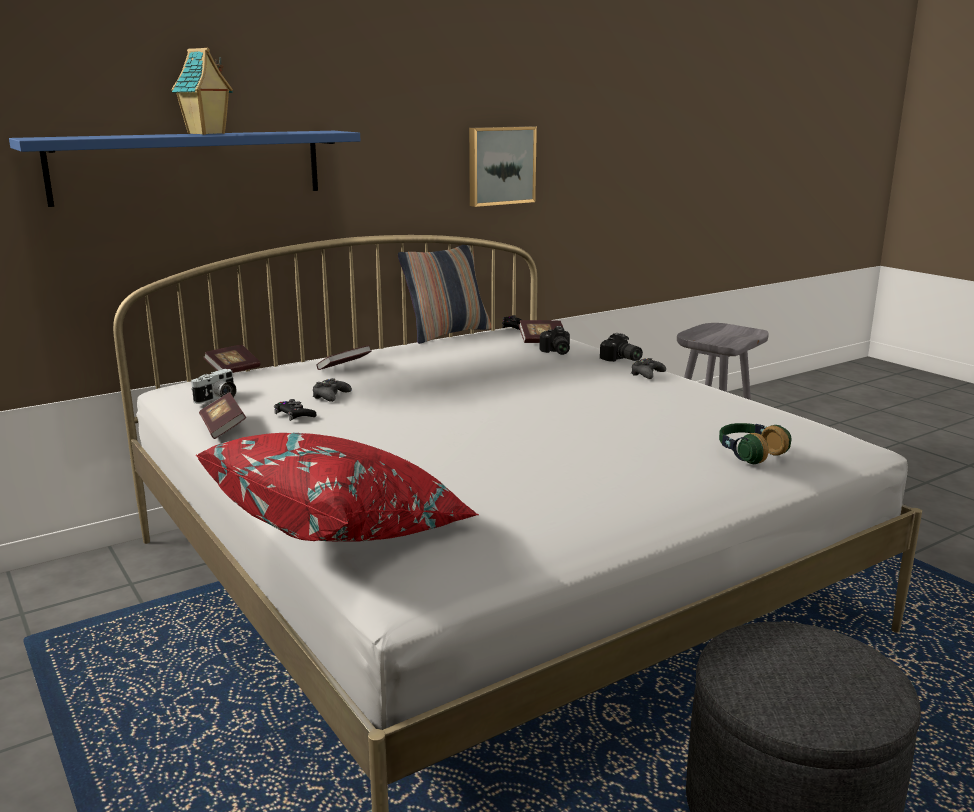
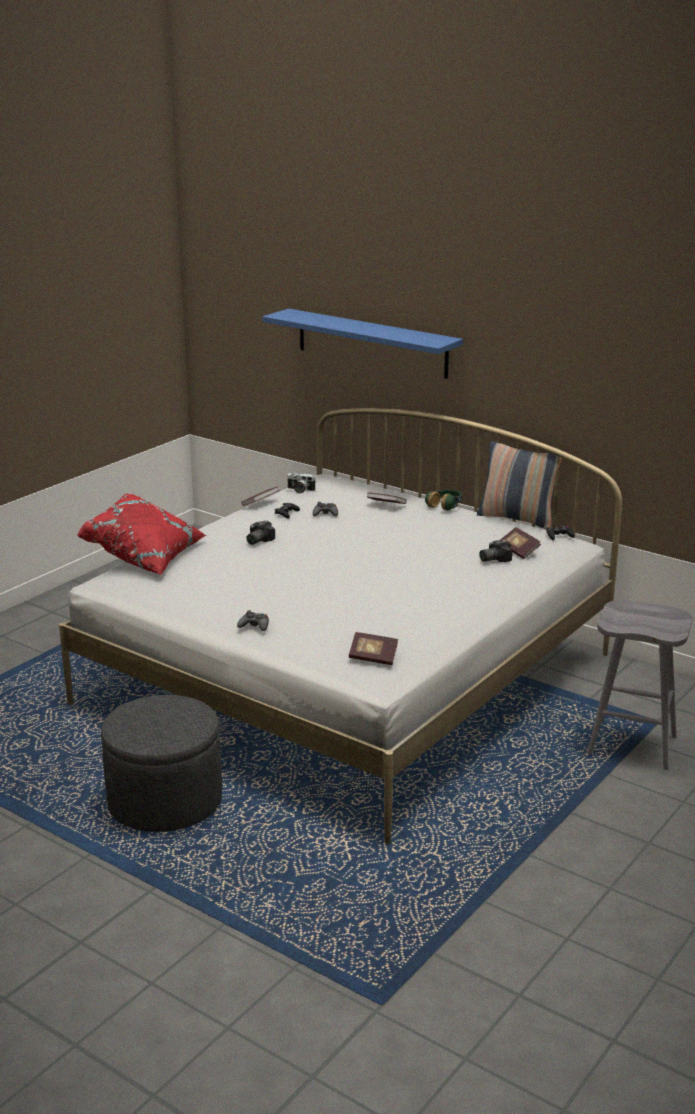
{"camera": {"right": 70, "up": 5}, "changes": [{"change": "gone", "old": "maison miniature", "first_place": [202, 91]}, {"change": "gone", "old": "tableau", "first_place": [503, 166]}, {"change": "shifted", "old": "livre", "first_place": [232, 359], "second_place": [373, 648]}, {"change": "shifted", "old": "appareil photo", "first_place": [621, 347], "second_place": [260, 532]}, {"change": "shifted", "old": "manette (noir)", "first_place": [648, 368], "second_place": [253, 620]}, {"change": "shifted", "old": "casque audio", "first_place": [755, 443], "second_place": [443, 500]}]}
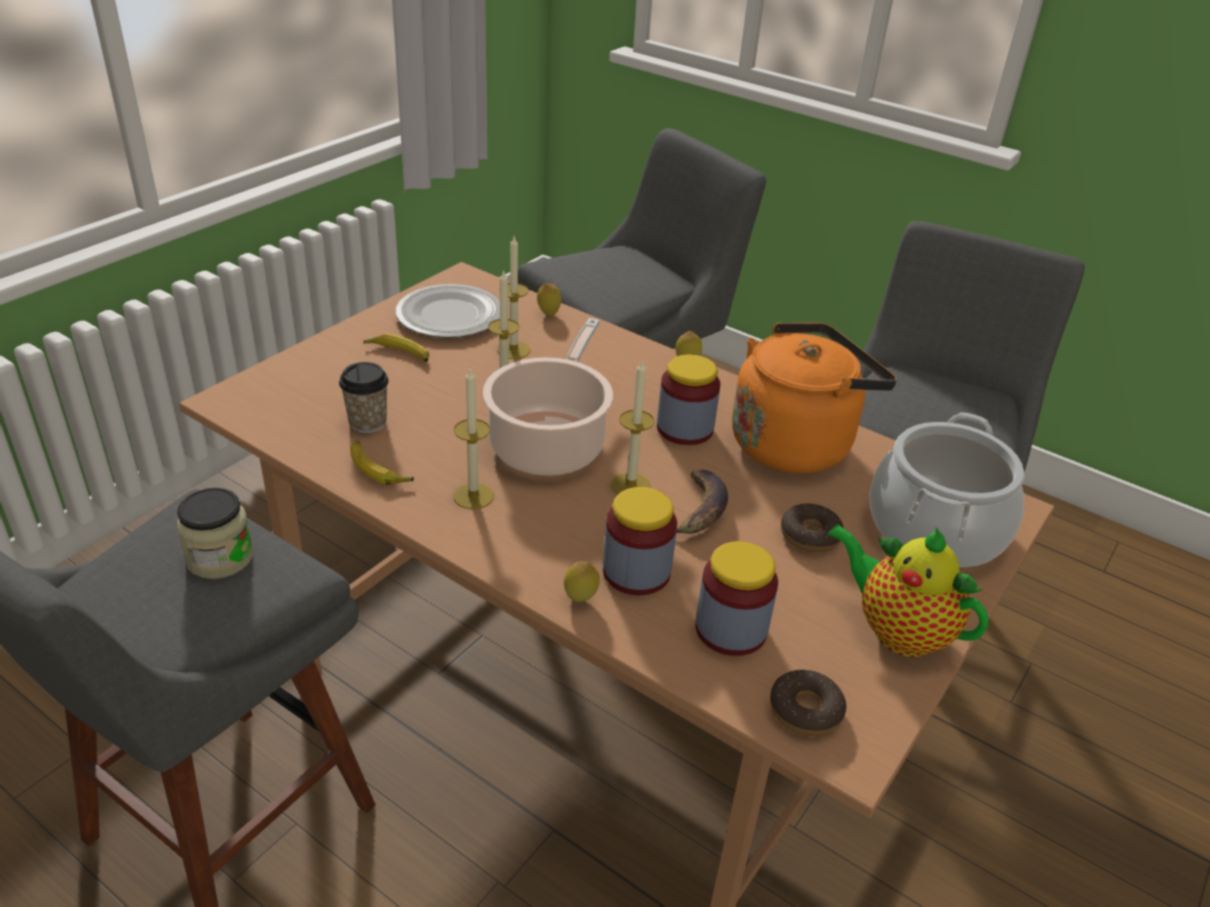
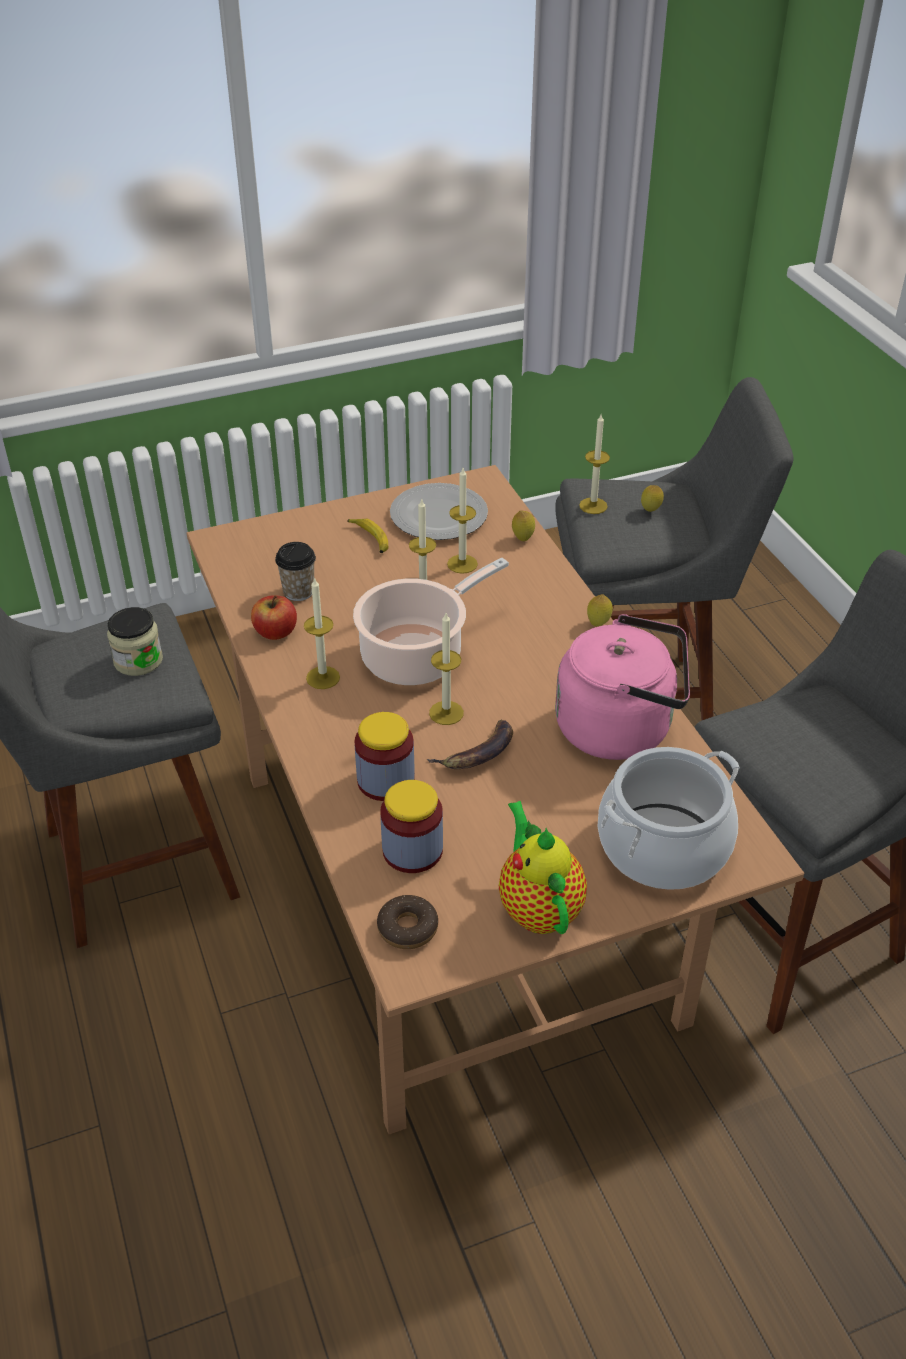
{"camera": {"right": 35, "up": 5}, "changes": [{"change": "gone", "old": "bocal", "first_place": [688, 399]}, {"change": "gone", "old": "beignet", "first_place": [812, 528]}, {"change": "new", "new": "bougie", "second_place": [594, 464]}, {"change": "shifted", "old": "citron", "first_place": [582, 581], "second_place": [652, 498]}, {"change": "swapped", "old": "banane", "new": "pomme", "first_place": [382, 463], "second_place": [274, 617]}, {"change": "repainted", "old": "bouilloire (orange)", "new": "bouilloire (rose)", "first_place": [814, 398], "second_place": [622, 687]}]}
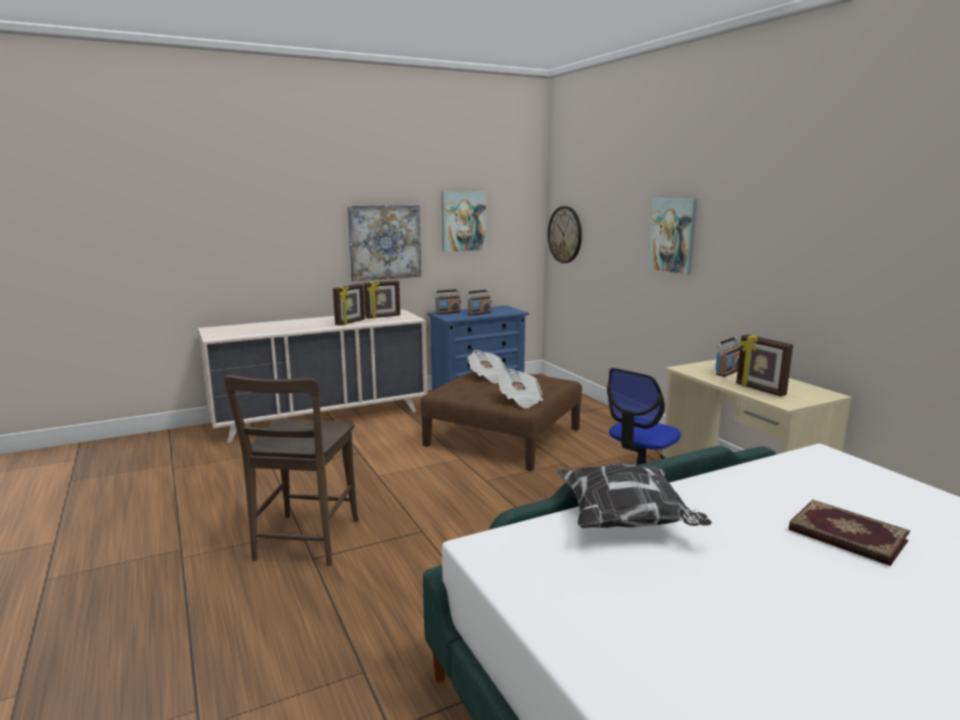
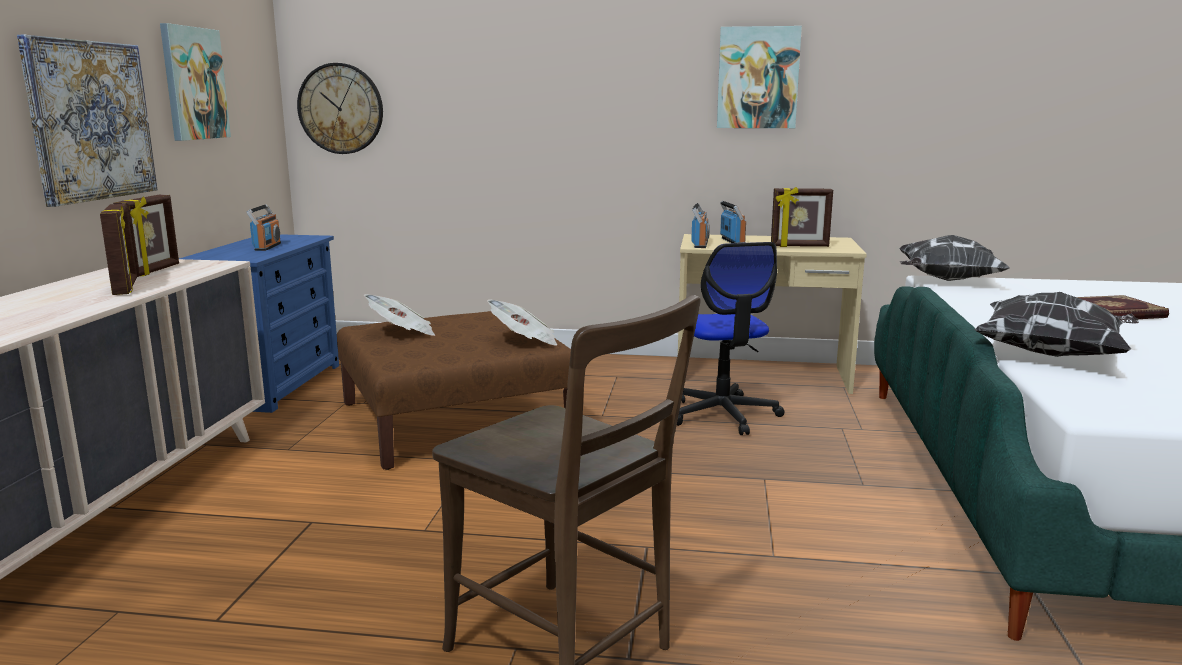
{"camera": {"right": -55, "up": 0}, "changes": [{"change": "new", "new": "coussin", "second_place": [954, 258]}, {"change": "shifted", "old": "radio", "first_place": [447, 301], "second_place": [700, 225]}, {"change": "shifted", "old": "tableau", "first_place": [672, 236], "second_place": [759, 77]}]}
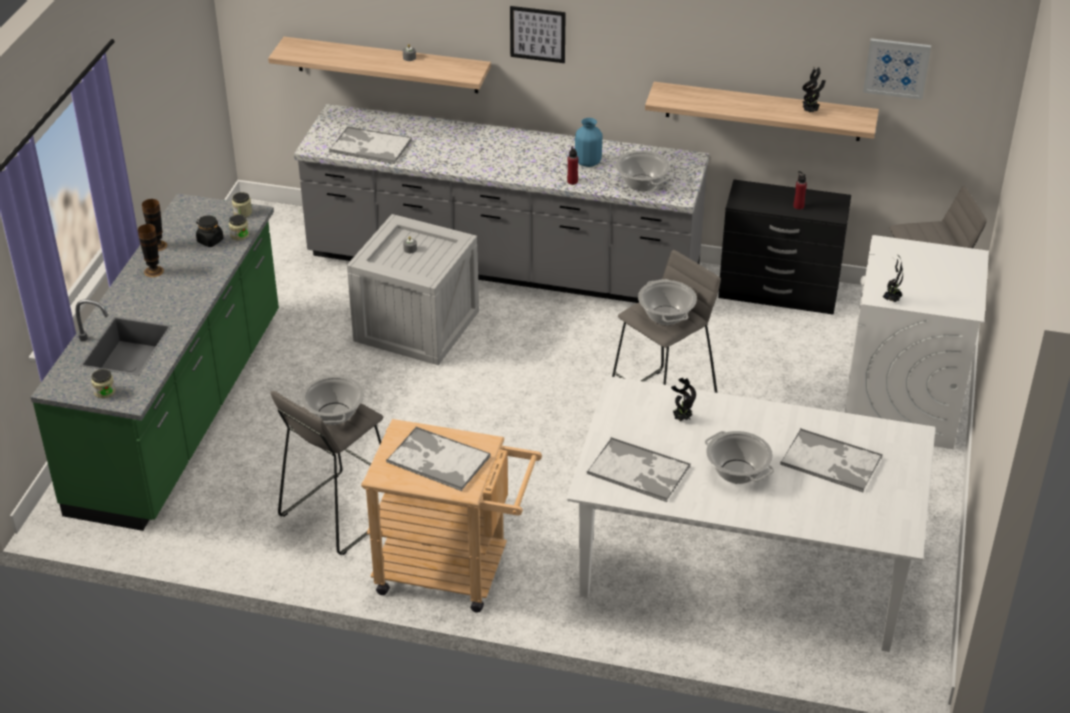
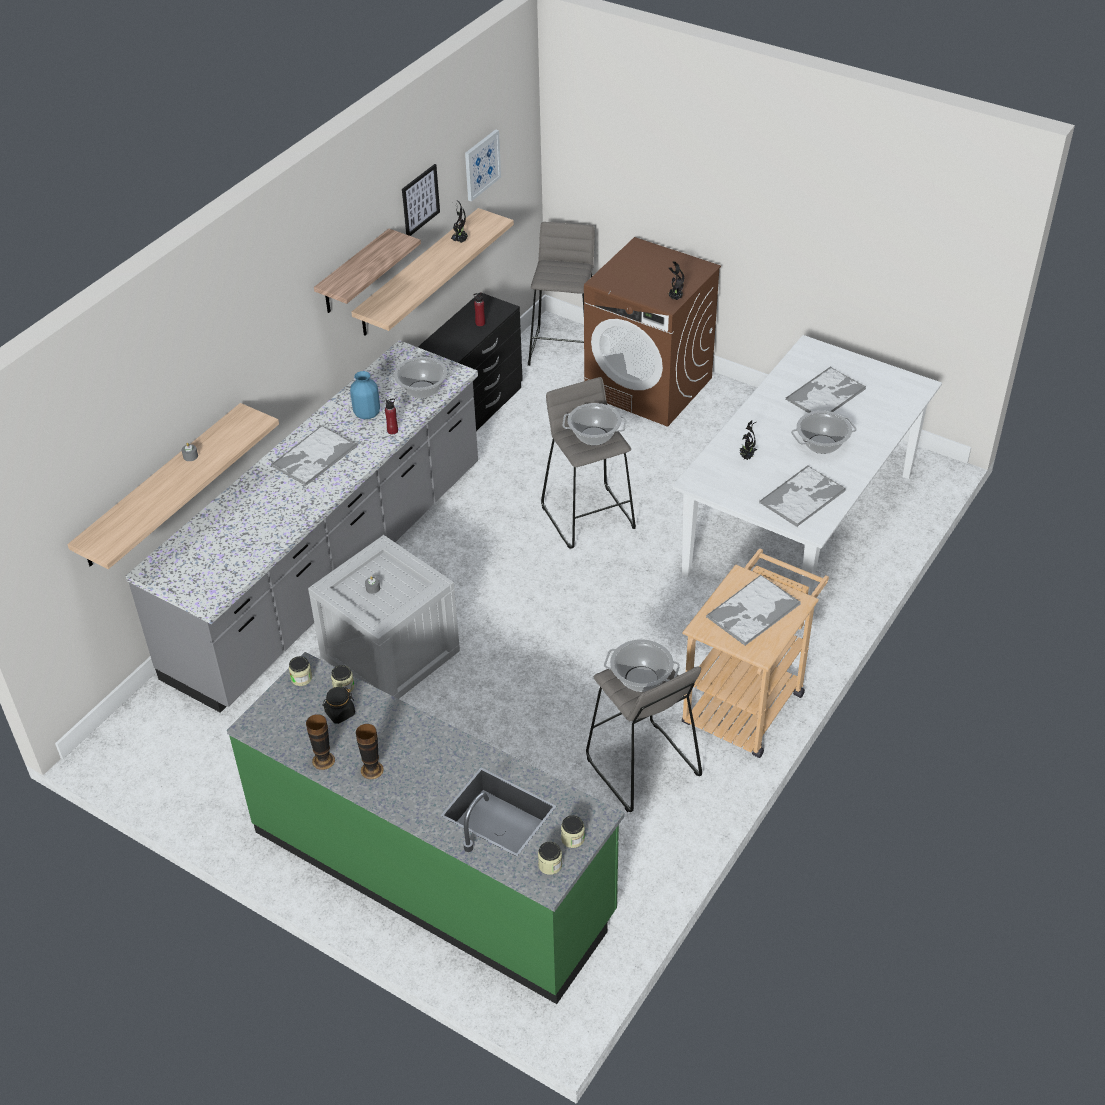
{"camera": {"right": -70, "up": 5}, "changes": [{"change": "new", "new": "étagère", "second_place": [367, 271]}, {"change": "new", "new": "bocal", "second_place": [550, 858]}, {"change": "shifted", "old": "plateau", "first_place": [370, 145], "second_place": [314, 456]}, {"change": "shifted", "old": "tableau", "first_place": [538, 34], "second_place": [421, 200]}, {"change": "repainted", "old": "lave-linge (blanc)", "new": "lave-linge (marron)", "first_place": [917, 342], "second_place": [652, 332]}]}
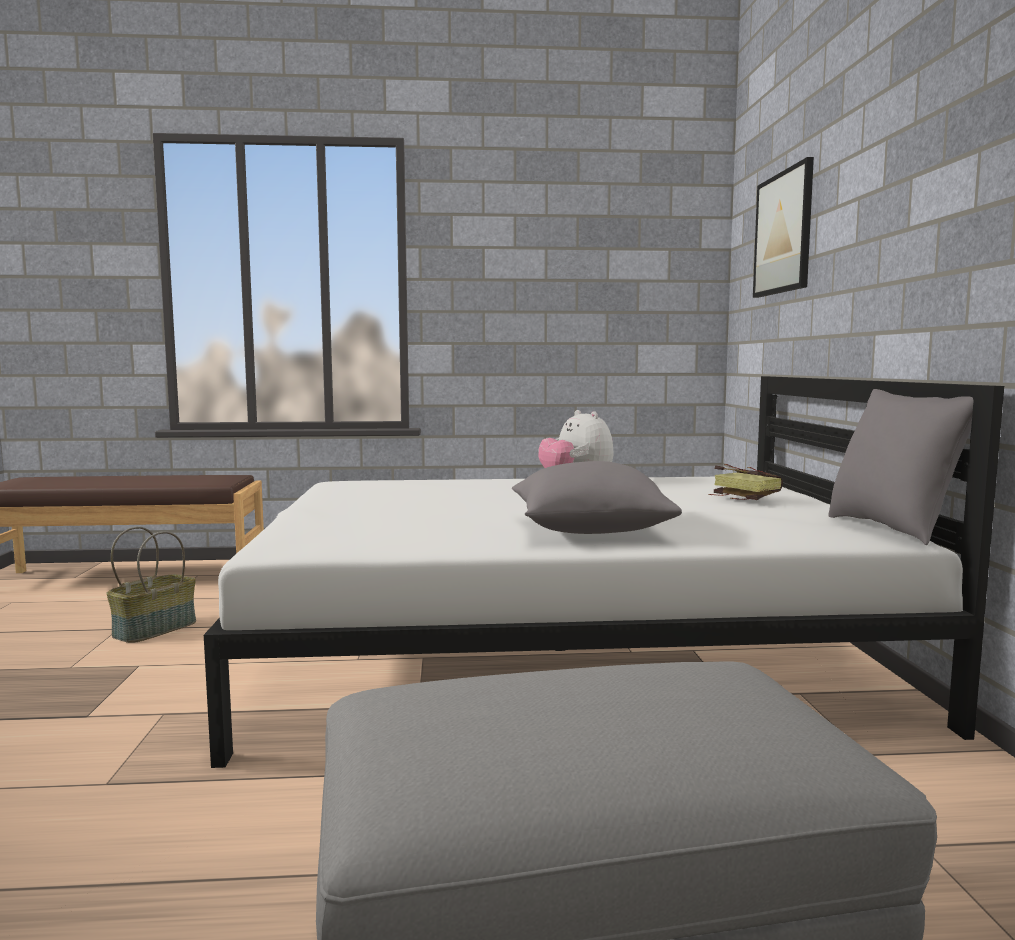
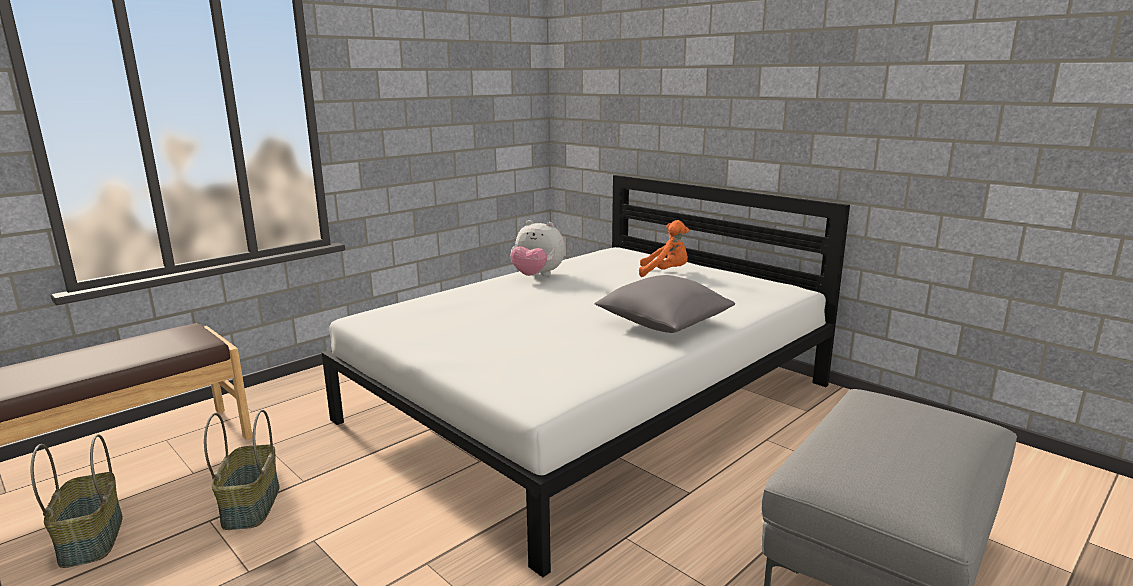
{"camera": {"right": -40, "up": 10}, "changes": [{"change": "gone", "old": "tableau", "first_place": [783, 227]}, {"change": "gone", "old": "coussin (gris)", "first_place": [900, 467]}, {"change": "new", "new": "panier", "second_place": [77, 501]}, {"change": "swapped", "old": "livre", "new": "peluche (orange)", "first_place": [746, 482], "second_place": [664, 248]}]}
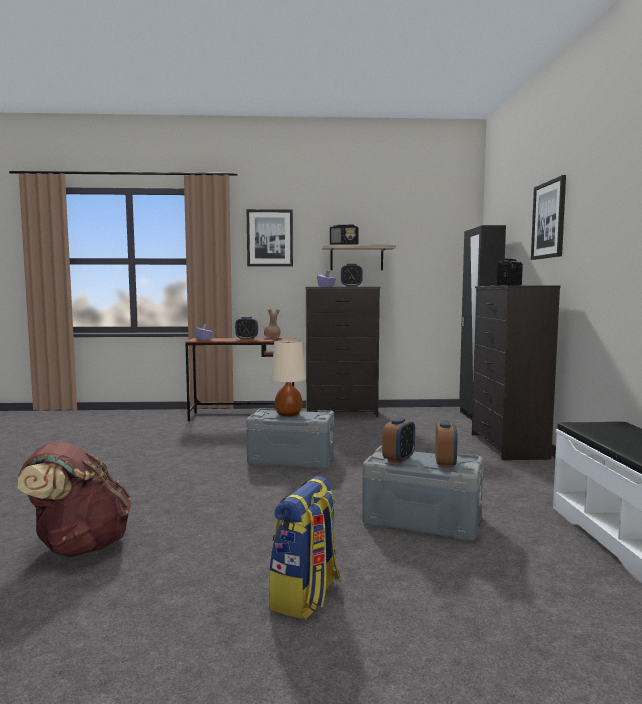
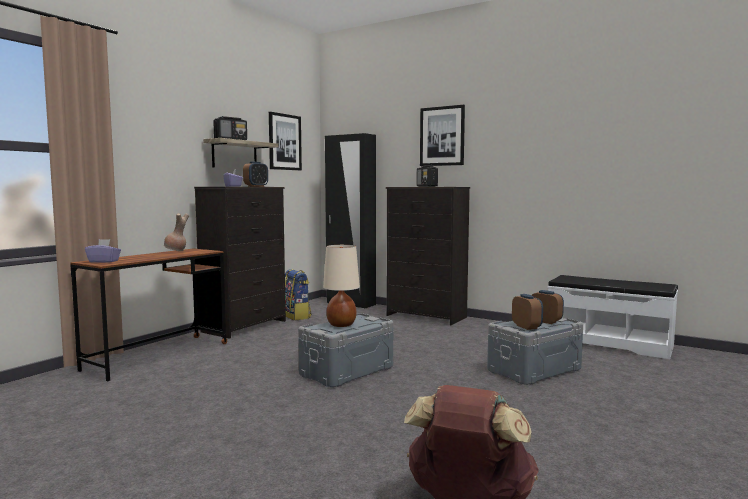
{"camera": {"right": -55, "up": 0}, "changes": [{"change": "gone", "old": "réveil", "first_place": [246, 328]}, {"change": "shifted", "old": "tableau", "first_place": [270, 237], "second_place": [285, 141]}, {"change": "shifted", "old": "sac à dos", "first_place": [304, 547], "second_place": [298, 295]}]}
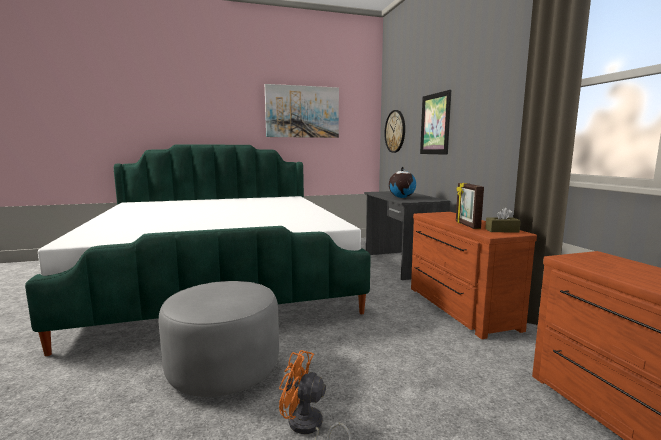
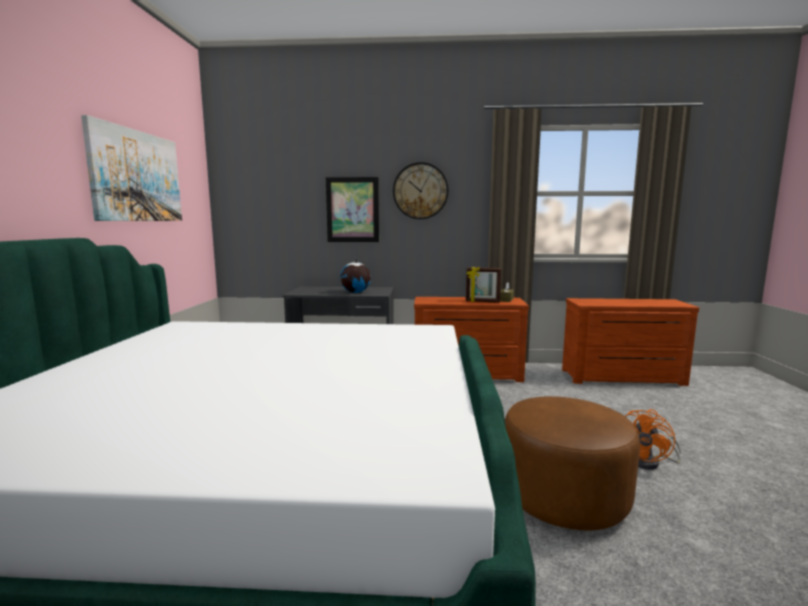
{"camera": {"right": -70, "up": 0}, "changes": [{"change": "shifted", "old": "horloge murale", "first_place": [394, 131], "second_place": [420, 190]}, {"change": "repainted", "old": "pouf (gris)", "new": "pouf (marron)", "first_place": [219, 339], "second_place": [572, 463]}]}
